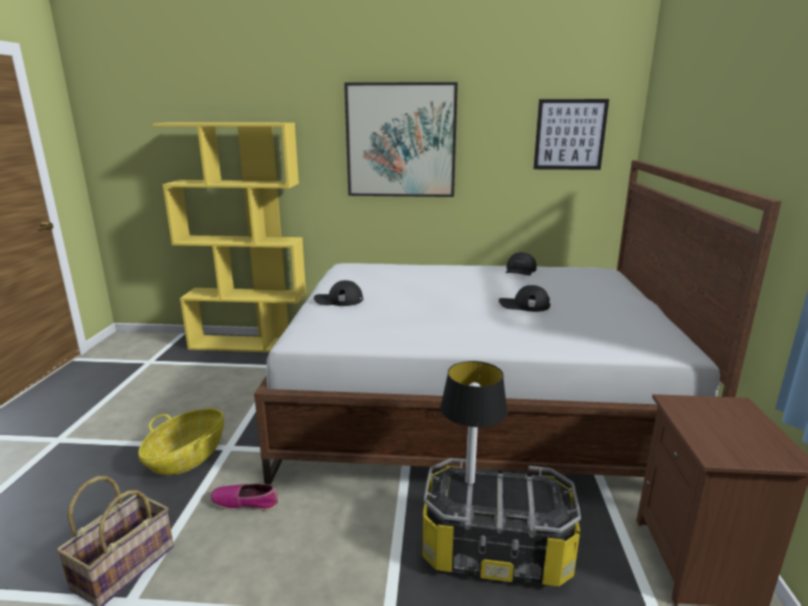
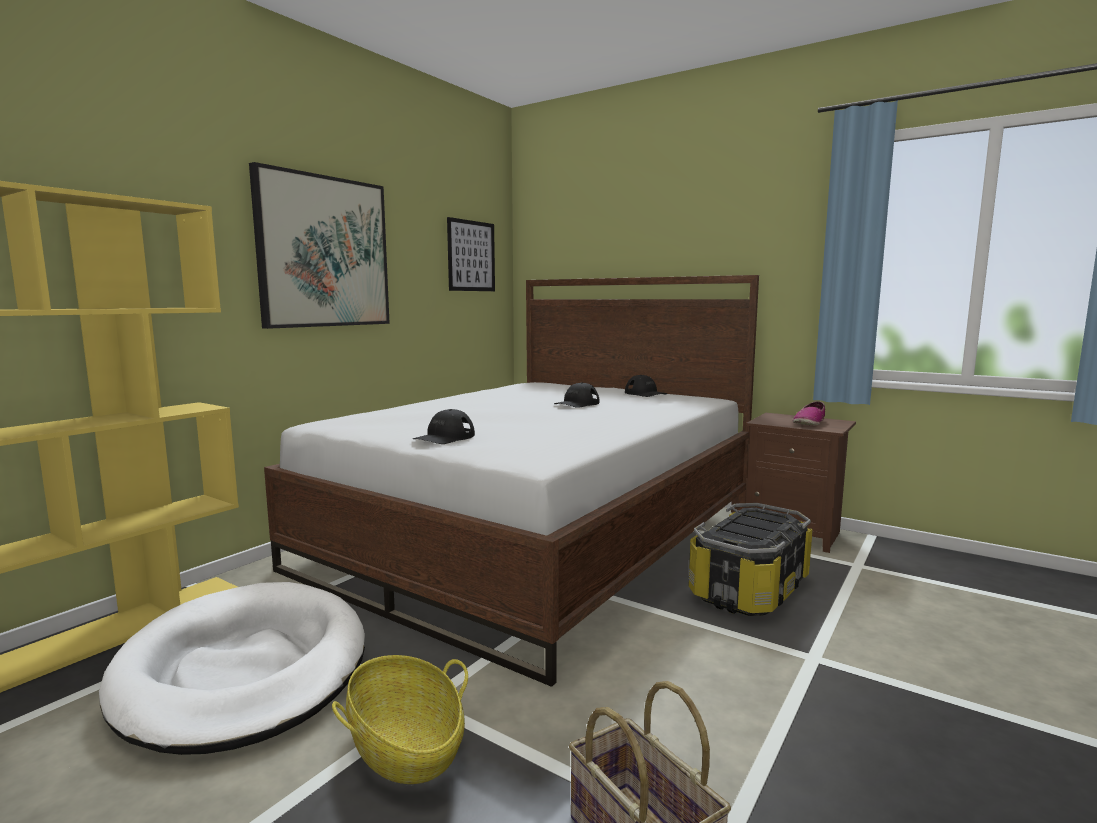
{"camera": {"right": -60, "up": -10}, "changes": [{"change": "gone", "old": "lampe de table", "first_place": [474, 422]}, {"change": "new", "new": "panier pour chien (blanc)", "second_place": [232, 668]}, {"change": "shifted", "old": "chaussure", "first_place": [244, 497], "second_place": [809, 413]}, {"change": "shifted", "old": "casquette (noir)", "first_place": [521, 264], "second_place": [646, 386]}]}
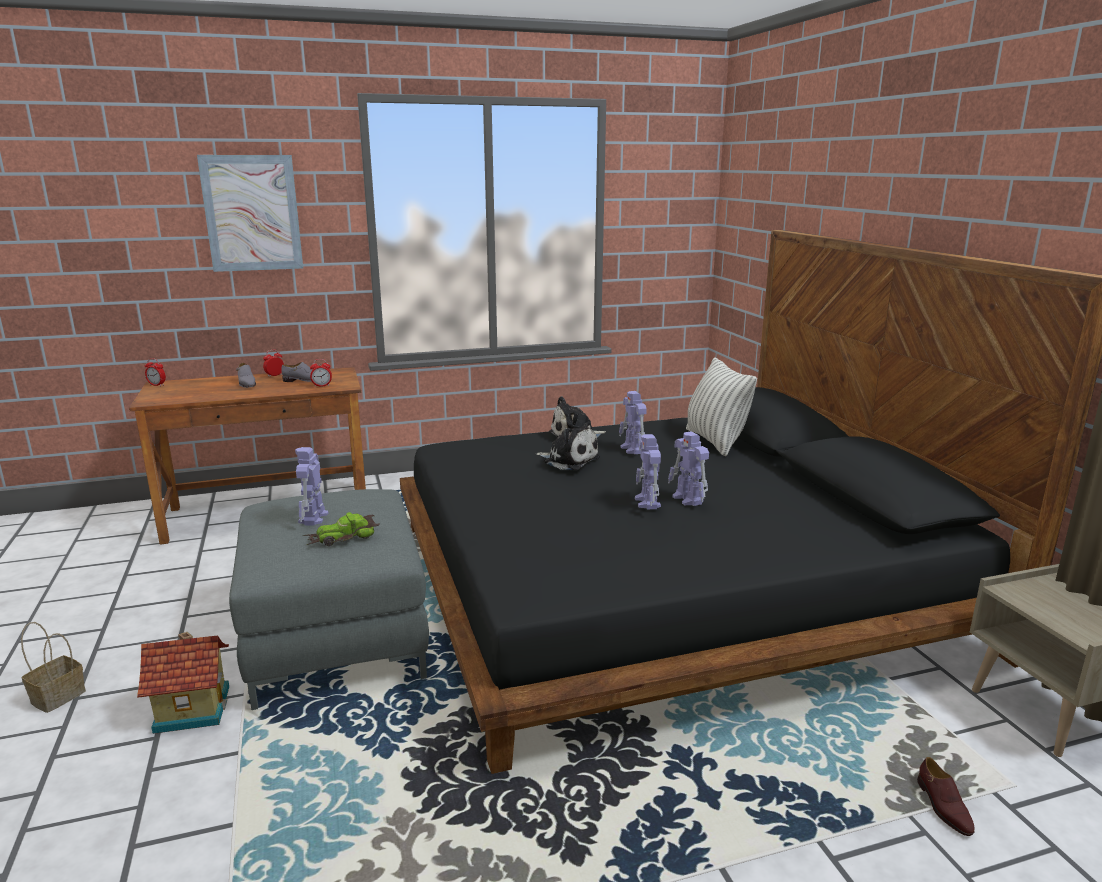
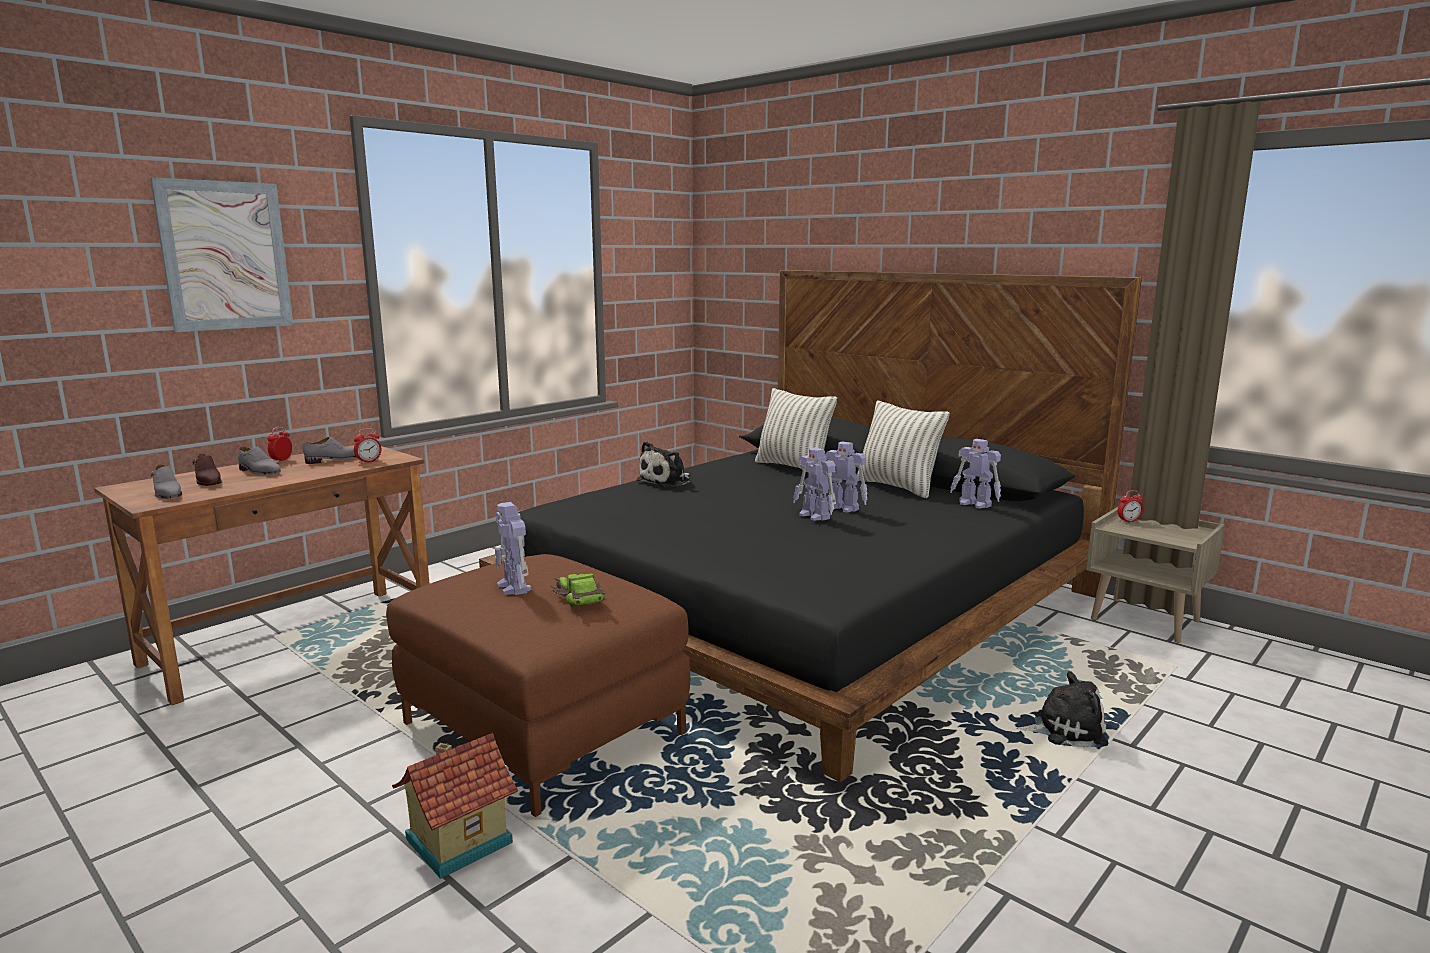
{"camera": {"right": -30, "up": -5}, "changes": [{"change": "gone", "old": "panier", "first_place": [53, 667]}, {"change": "new", "new": "chaussure (gris)", "second_place": [166, 481]}, {"change": "new", "new": "coussin", "second_place": [903, 449]}, {"change": "shifted", "old": "réveil", "first_place": [155, 372], "second_place": [1130, 506]}, {"change": "shifted", "old": "peluche", "first_place": [568, 446], "second_place": [1062, 709]}, {"change": "shifted", "old": "robot jouet", "first_place": [633, 422], "second_place": [975, 474]}, {"change": "shifted", "old": "chaussure (marron)", "first_place": [946, 796], "second_place": [207, 469]}, {"change": "repainted", "old": "pouf (gris)", "new": "pouf (marron)", "first_place": [329, 599], "second_place": [538, 685]}, {"change": "rotated", "old": "petite voiture", "first_place": [341, 529], "second_place": [578, 590], "degrees": 120}]}
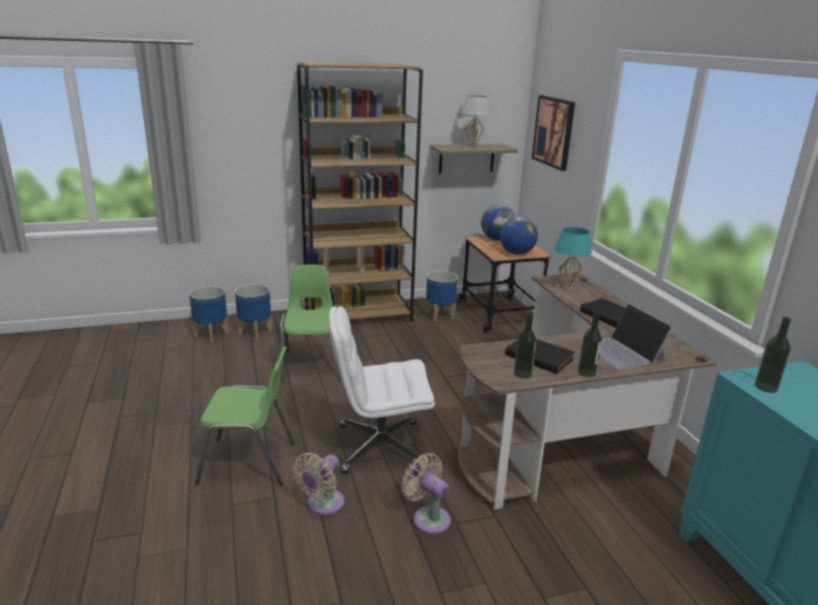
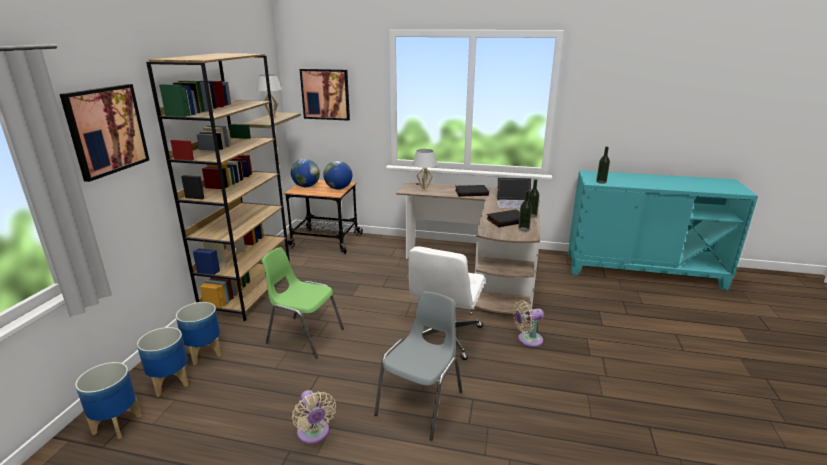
{"camera": {"right": -60, "up": 0}, "changes": [{"change": "new", "new": "tableau", "second_place": [104, 133]}, {"change": "shifted", "old": "ventilateur (beige)", "first_place": [319, 484], "second_place": [314, 417]}, {"change": "shifted", "old": "cache-pot", "first_place": [442, 296], "second_place": [108, 400]}, {"change": "repainted", "old": "chaise (vert)", "new": "chaise (gris)", "first_place": [245, 416], "second_place": [418, 365]}, {"change": "repainted", "old": "lampe de table (turquoise)", "new": "lampe de table (blanc)", "first_place": [573, 258], "second_place": [425, 170]}]}
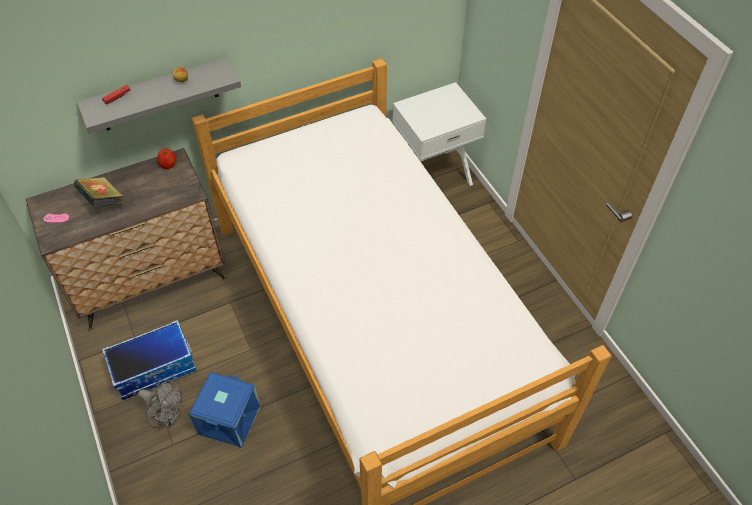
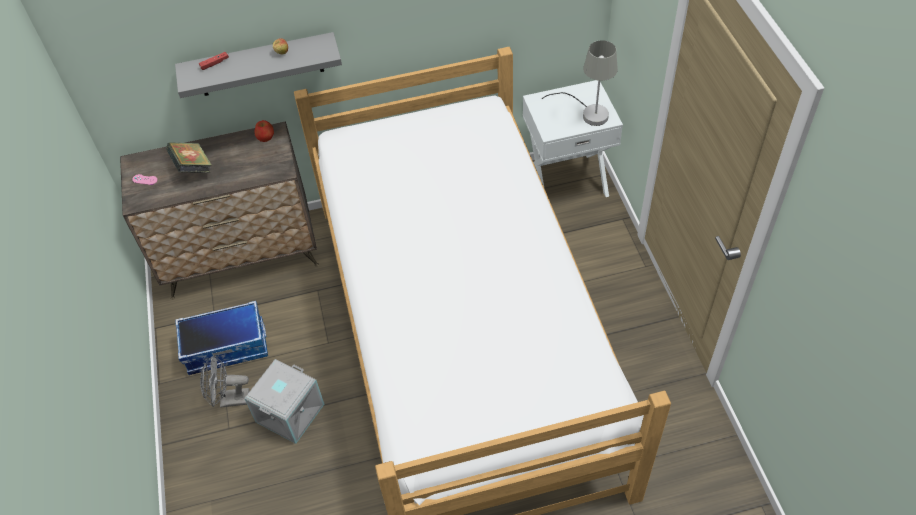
{"camera": {"right": 15, "up": 0}, "changes": [{"change": "new", "new": "lampe de table (gris)", "second_place": [580, 83]}, {"change": "repainted", "old": "boîte de rangement (bleu)", "new": "boîte de rangement (gris)", "first_place": [225, 410], "second_place": [284, 401]}, {"change": "rotated", "old": "ventilateur (gris)", "first_place": [160, 404], "second_place": [225, 381], "degrees": 135}]}
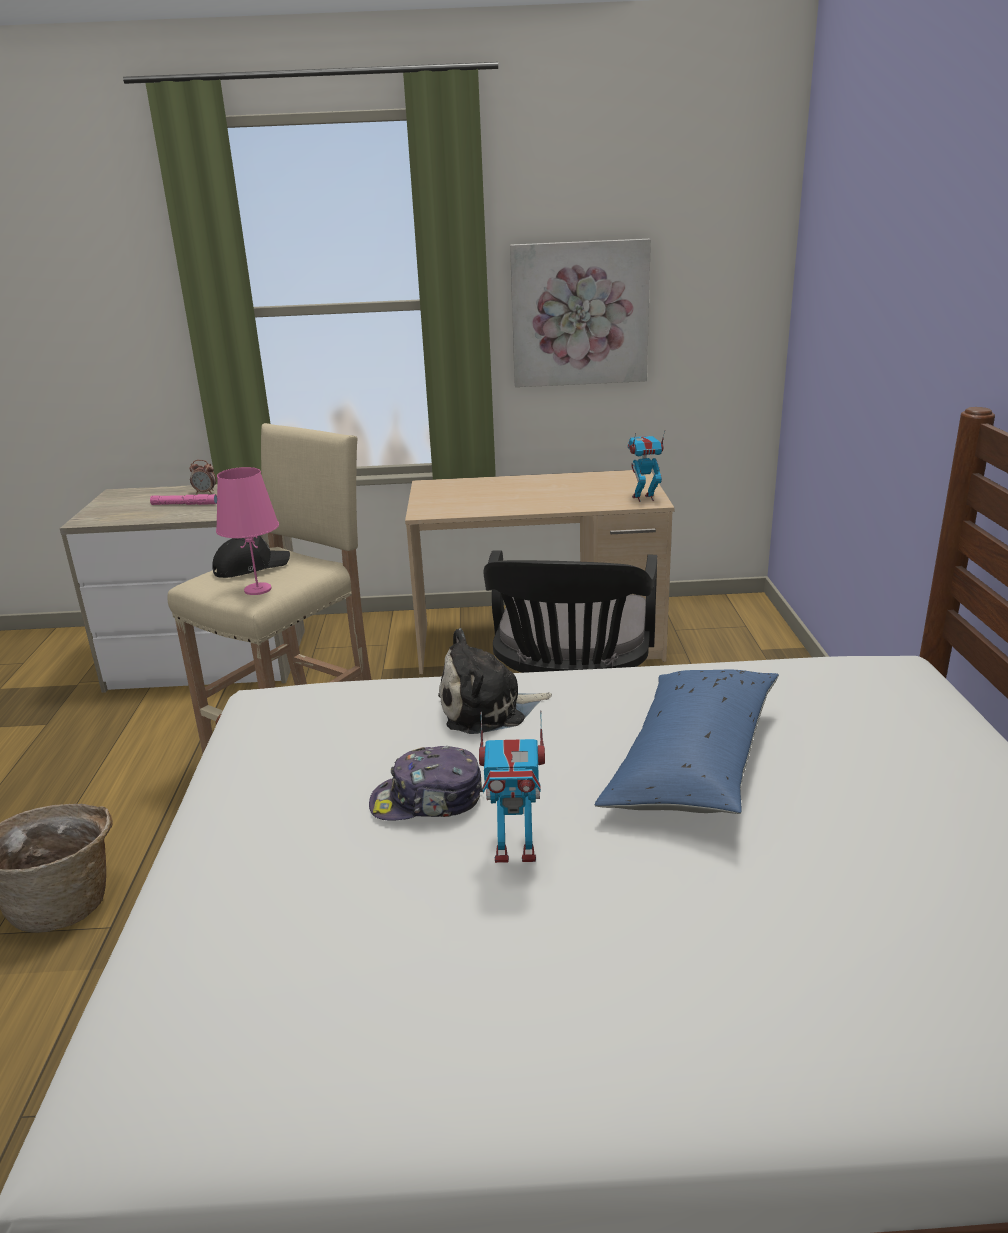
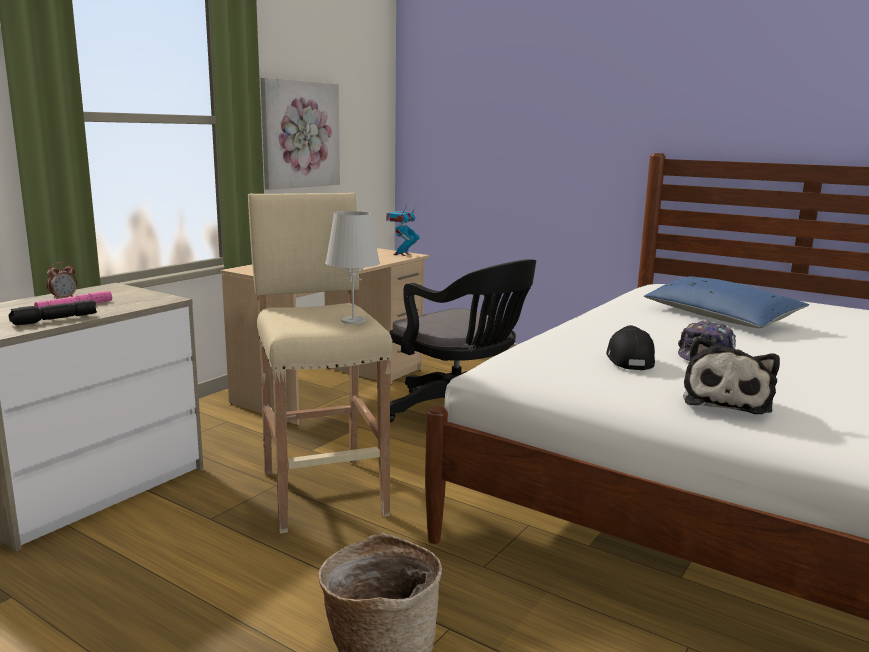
{"camera": {"right": -55, "up": -10}, "changes": [{"change": "gone", "old": "robot jouet", "first_place": [512, 786]}, {"change": "new", "new": "lampe de poche (noir)", "second_place": [53, 312]}, {"change": "shifted", "old": "casquette (noir)", "first_place": [251, 556], "second_place": [630, 347]}, {"change": "shifted", "old": "peluche", "first_place": [495, 681], "second_place": [731, 375]}, {"change": "repainted", "old": "lampe de table (rose)", "new": "lampe de table (blanc)", "first_place": [247, 531], "second_place": [352, 267]}]}
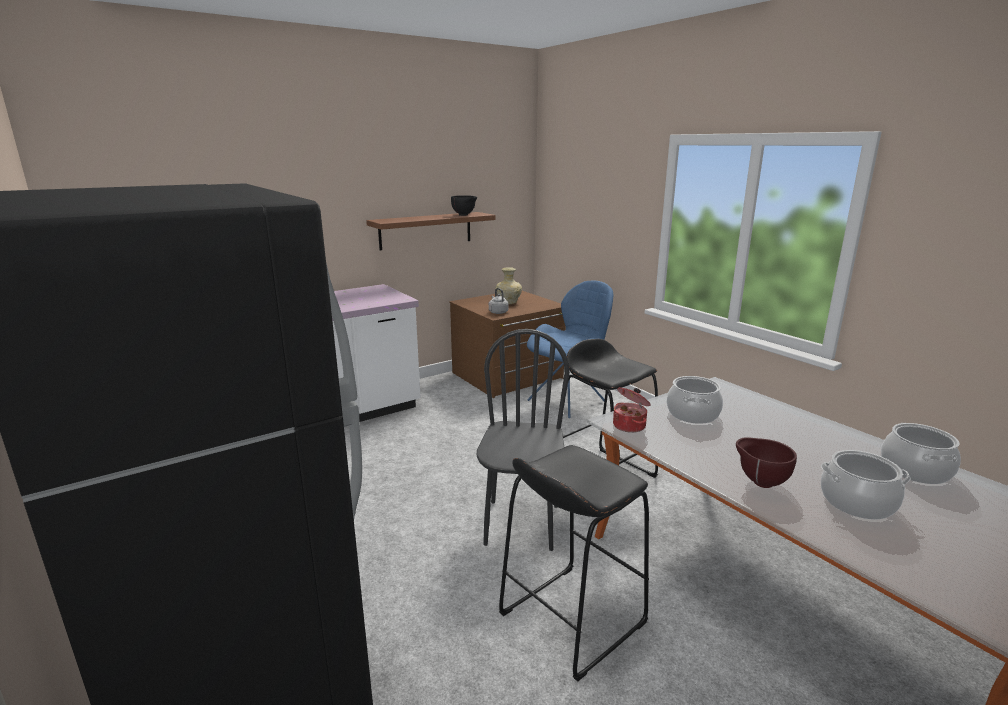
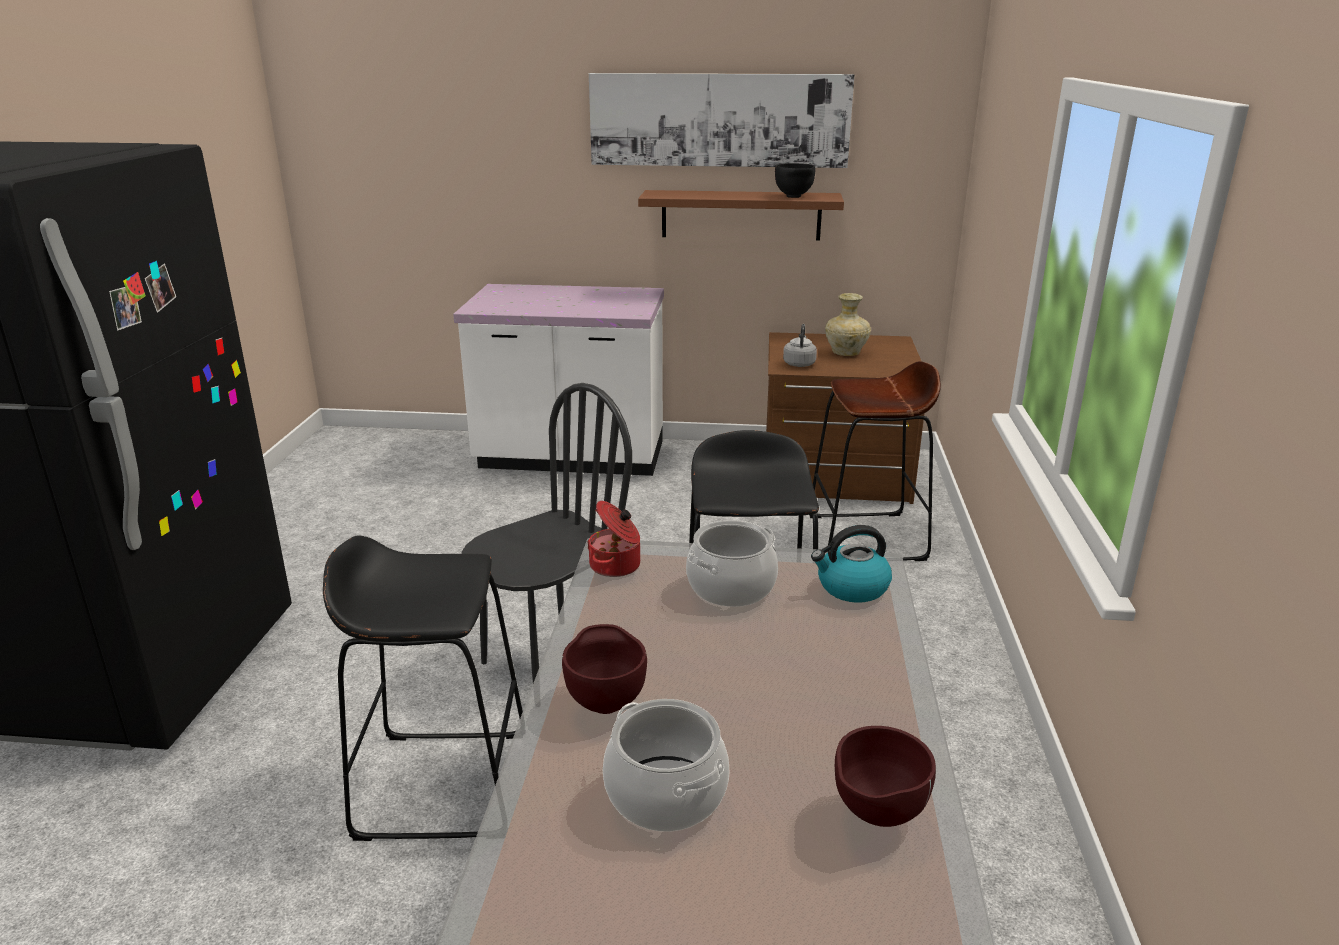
{"camera": {"right": 40, "up": 5}, "changes": [{"change": "new", "new": "tableau", "second_place": [722, 120]}, {"change": "new", "new": "bouilloire", "second_place": [851, 564]}, {"change": "swapped", "old": "chaise (bleu)", "new": "tabouret (marron)", "first_place": [570, 349], "second_place": [875, 461]}, {"change": "swapped", "old": "marmite", "new": "bol (marron)", "first_place": [921, 453], "second_place": [885, 776]}]}
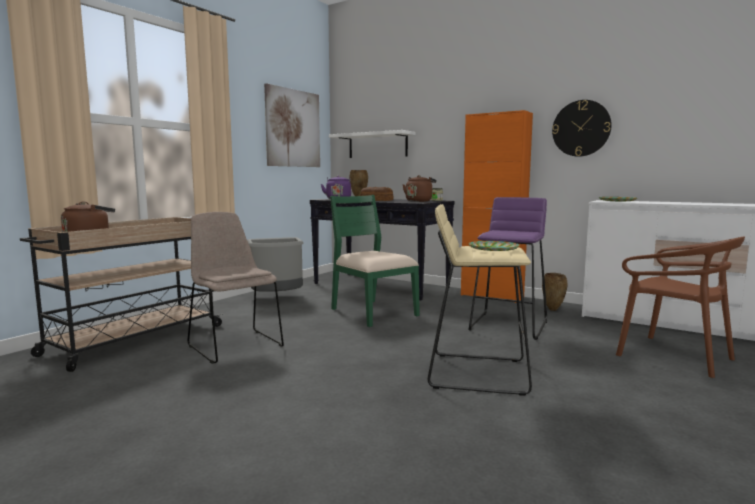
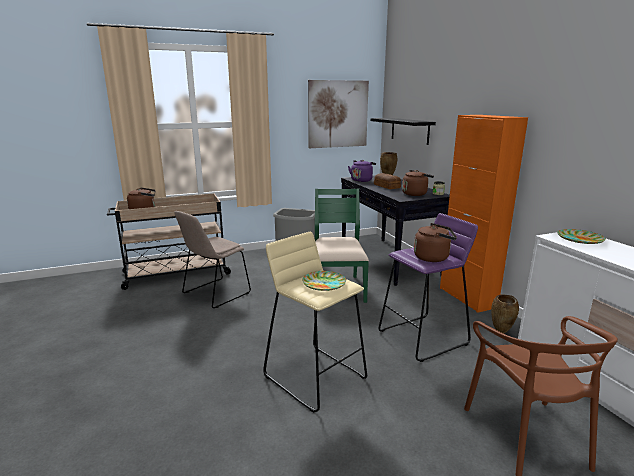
{"camera": {"right": 35, "up": 10}, "changes": [{"change": "gone", "old": "horloge murale", "first_place": [582, 128]}, {"change": "new", "new": "bouilloire (marron)", "second_place": [435, 242]}, {"change": "repainted", "old": "étagère (blanc)", "new": "étagère (noir)", "first_place": [372, 144], "second_place": [403, 131]}, {"change": "rotated", "old": "chaise (beige)", "first_place": [236, 288], "second_place": [212, 259], "degrees": -135}]}
